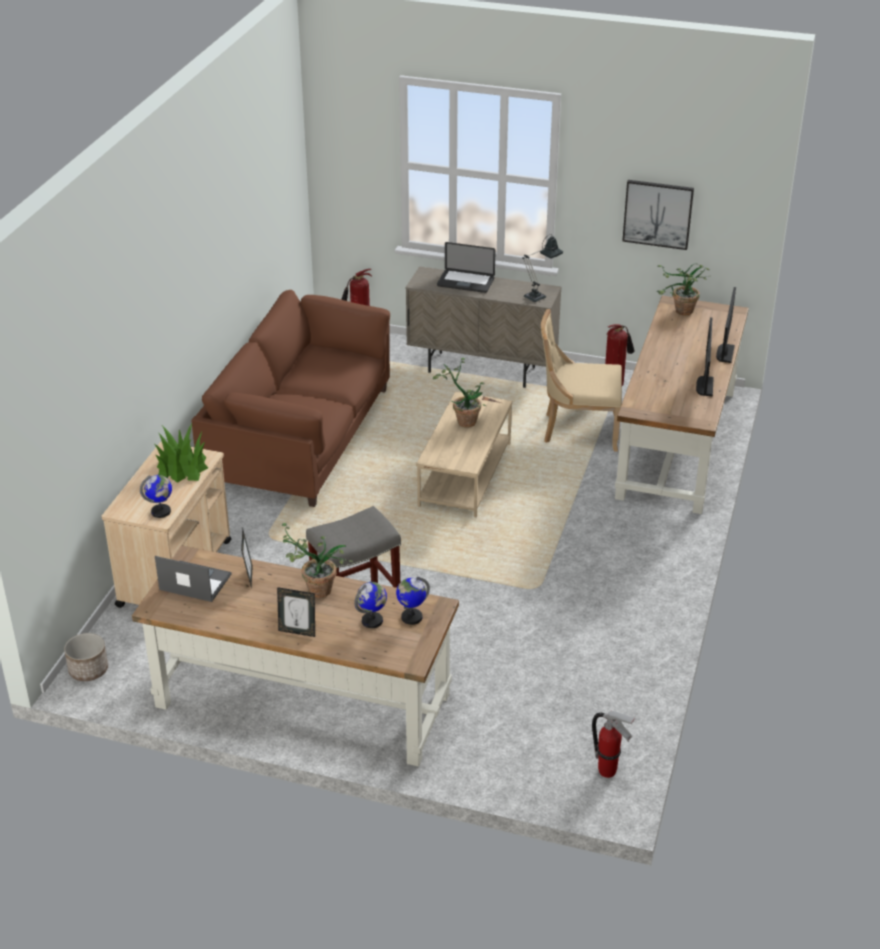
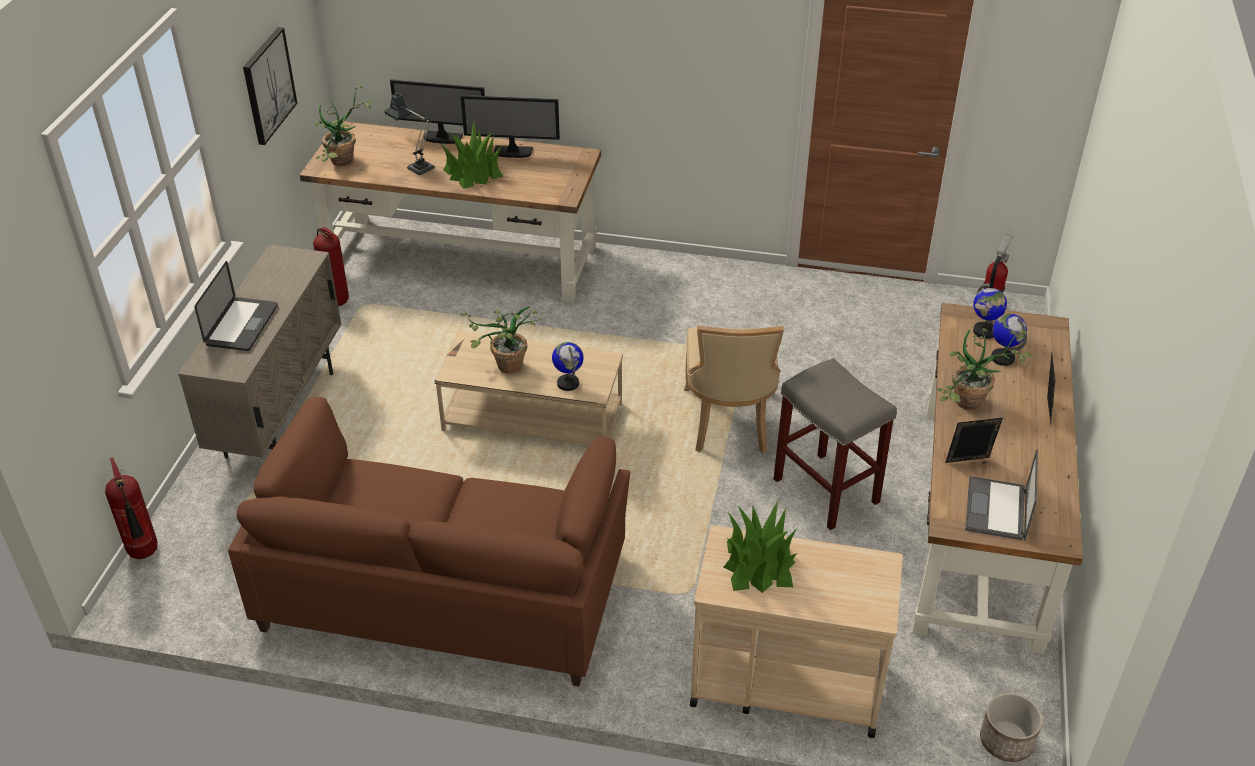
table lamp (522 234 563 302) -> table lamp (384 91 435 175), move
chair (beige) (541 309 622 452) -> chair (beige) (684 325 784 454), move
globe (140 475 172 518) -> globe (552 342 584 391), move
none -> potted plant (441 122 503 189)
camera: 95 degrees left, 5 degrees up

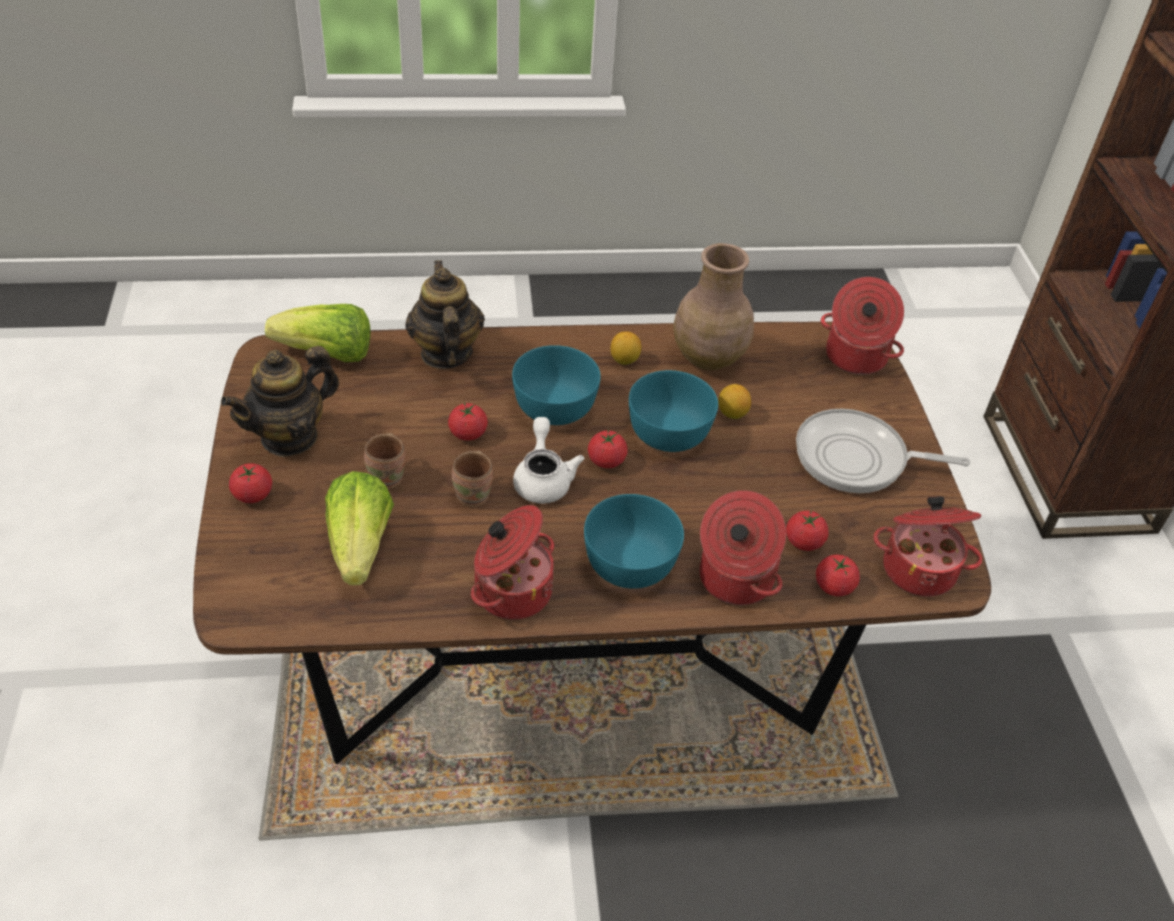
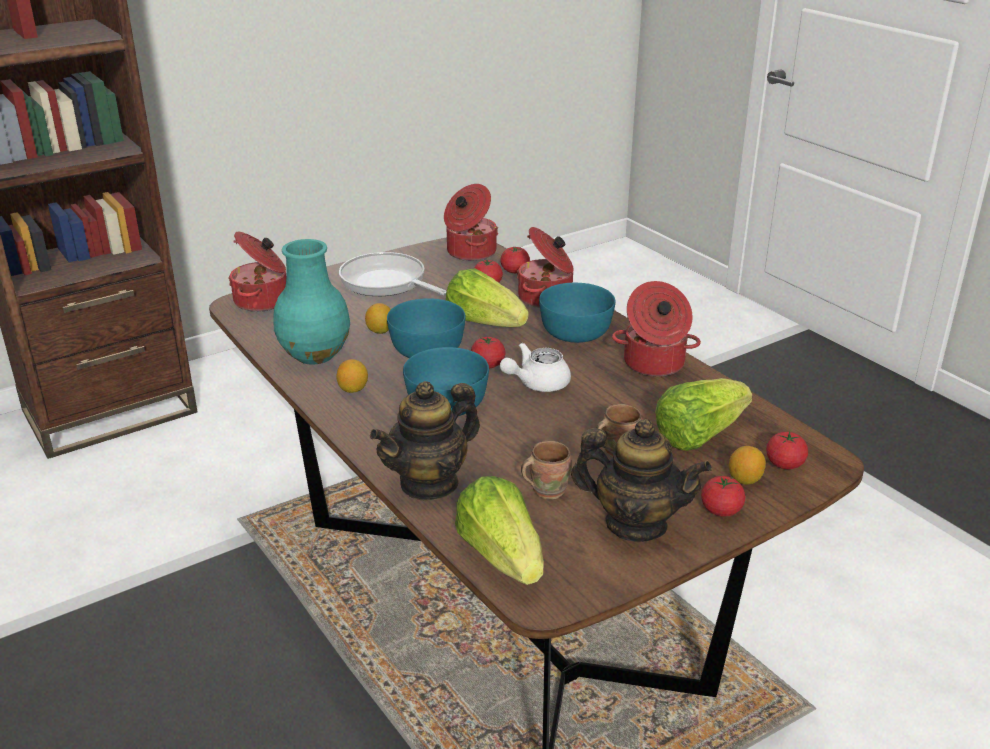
vase (brown) (673 243 754 370) -> vase (turquoise) (273 239 350 365)
tomato (448 403 488 441) -> tomato (766 432 808 469), move
frying pan (796 409 971 493) -> frying pan (339 252 447 296), 150 degrees clockwise
mug (brown) (452 451 493 506) -> mug (brown) (521 441 571 500), move
none -> lettuce (446 268 528 327)
none -> lemon (729 446 766 485)
camera: 115 degrees left, 15 degrees down

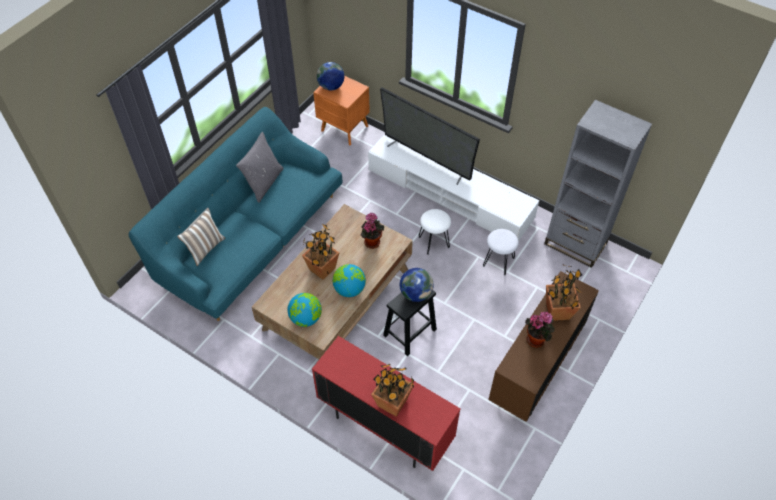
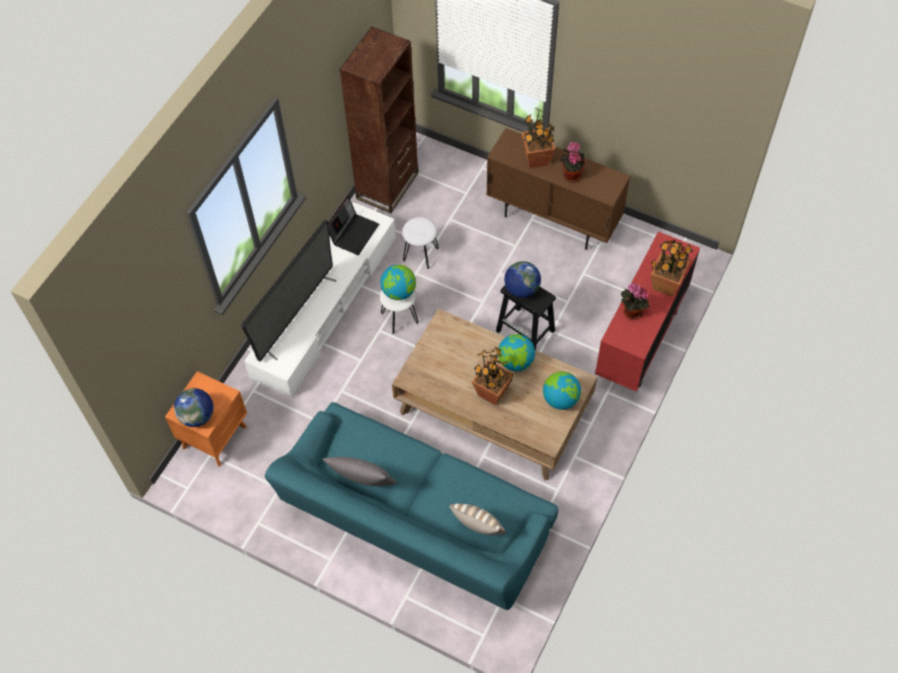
bookcase (grey) (544 100 652 268) -> bookcase (brown) (340 26 419 213)
potted plant (361 212 384 249) -> potted plant (621 283 649 320), move
none -> laptop (328 196 379 255)
none -> globe (380 265 416 300)
camera: 95 degrees left, 5 degrees up

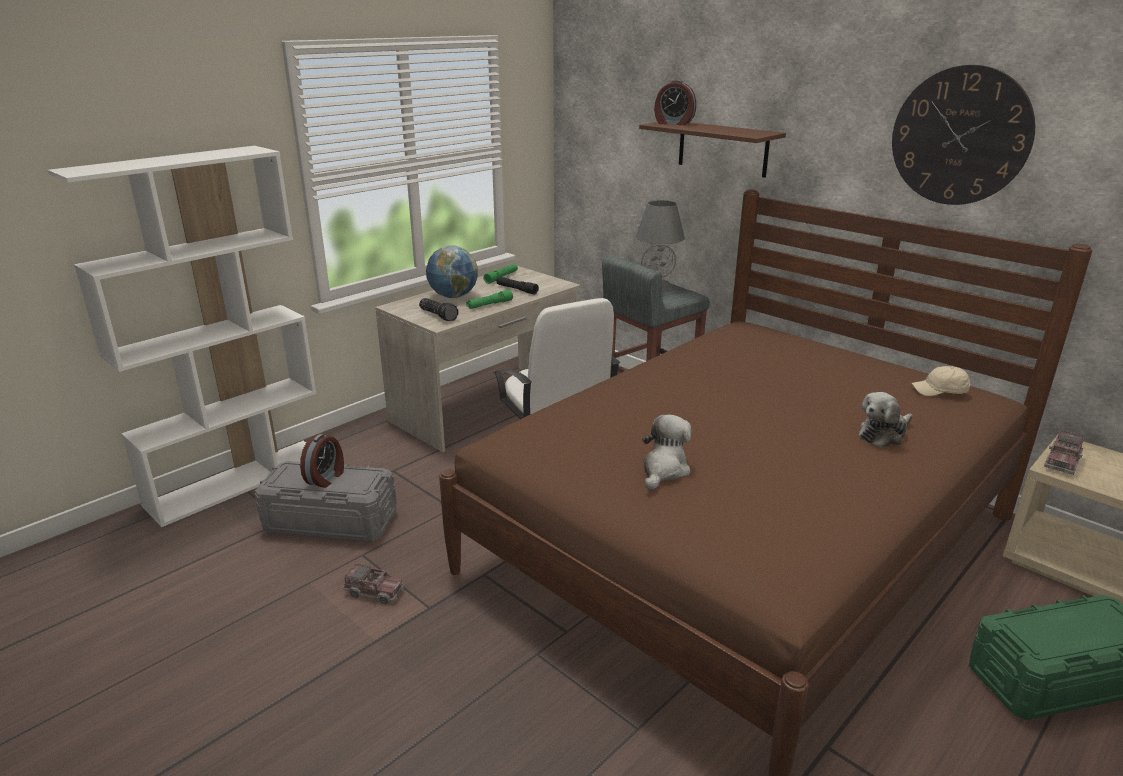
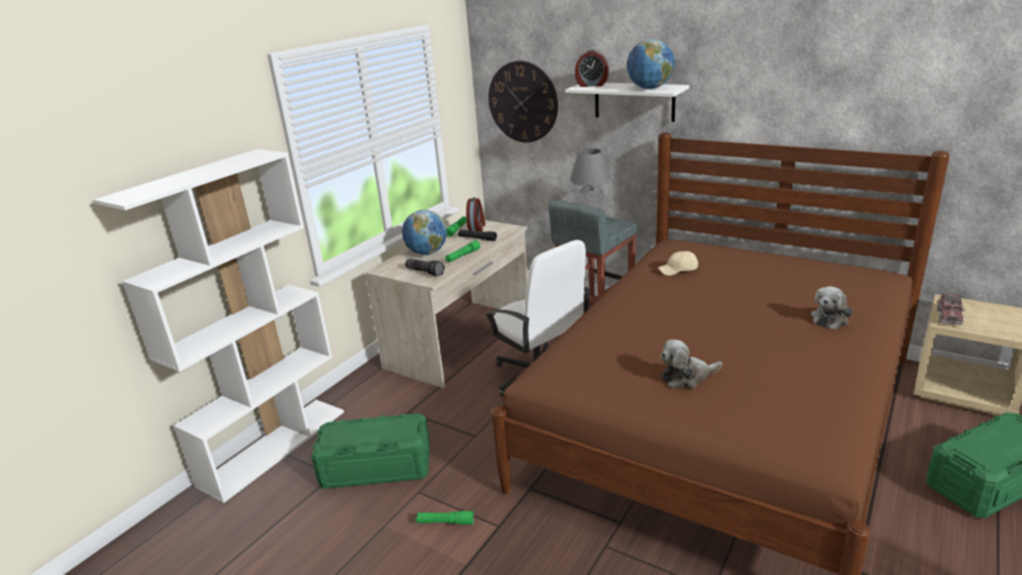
wall clock (892 65 1035 205) -> wall clock (488 61 558 143), move
shelf (brown) (639 122 786 178) -> shelf (white) (565 83 689 122)
cap (beige) (911 366 970 396) -> cap (beige) (658 251 698 276), move
plush toy (642 415 691 490) -> plush toy (660 339 722 388), 120 degrees counterclockwise
alarm clock (300 434 344 488) -> alarm clock (466 197 486 231), move
storage box (grey) (255 461 397 542) -> storage box (green) (311 413 430 489)
toy truck (342 564 404 604) -> flashlight (green) (416 511 474 525)
none -> globe (627 39 675 89)
camera: 10 degrees left, 0 degrees up

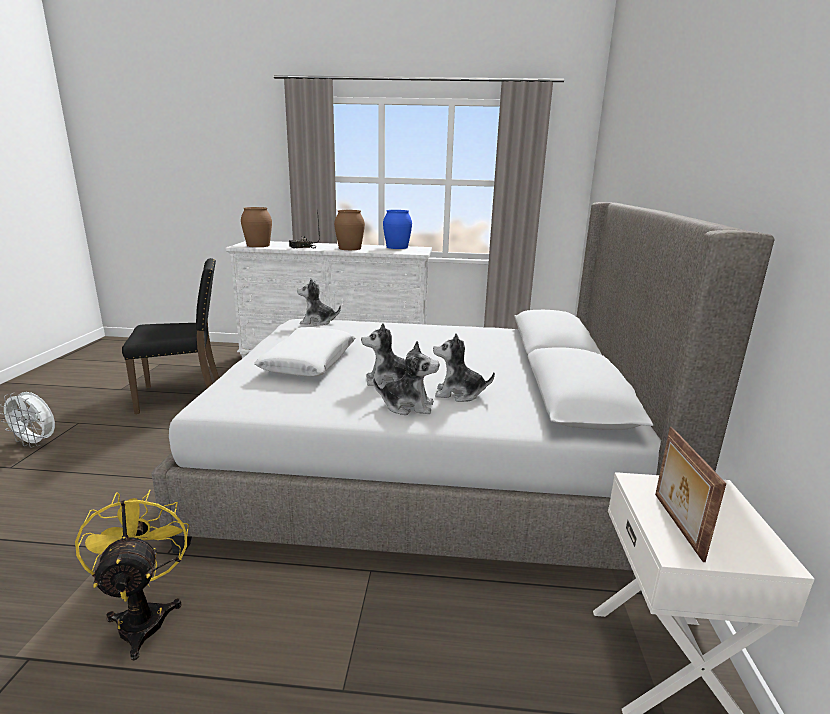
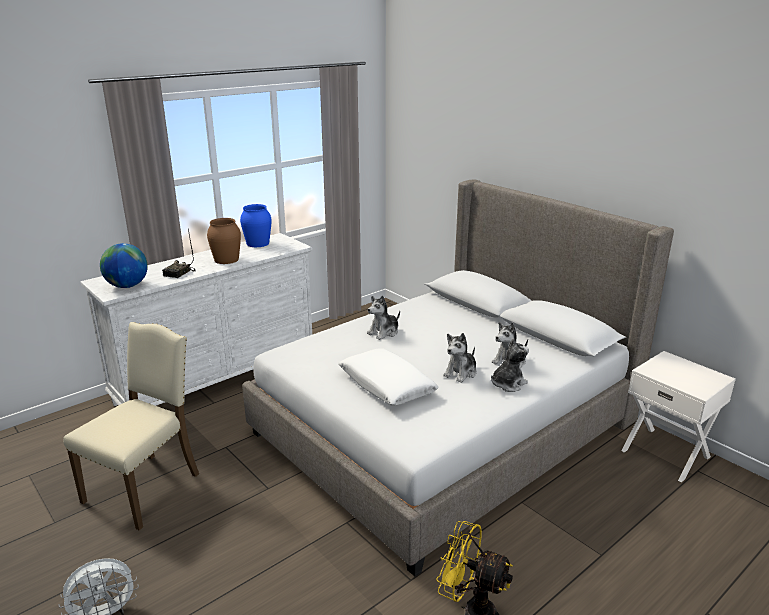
vase (brown) (241 207 272 247) -> globe (100 243 148 288)
chair (black) (122 258 219 414) -> chair (beige) (63 322 199 530)
plush toy (297 278 341 326) -> plush toy (367 295 400 340), move
picture frame (655 427 726 562) -> none
camera: 45 degrees left, 5 degrees up

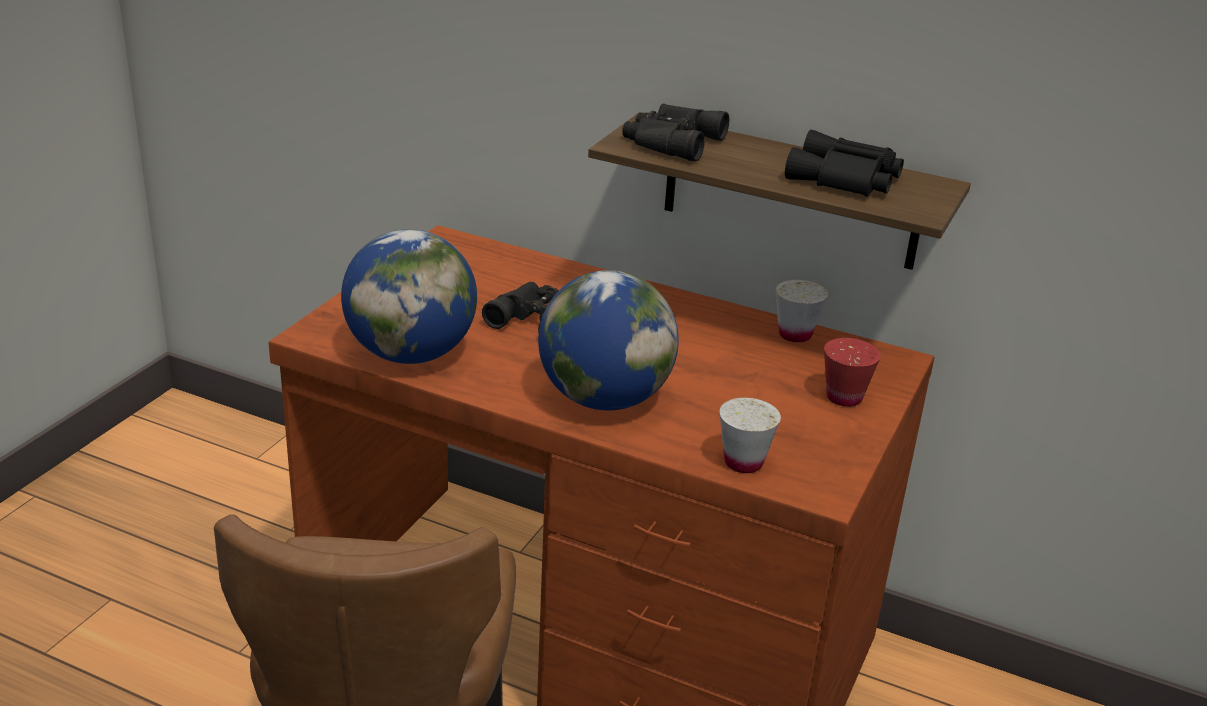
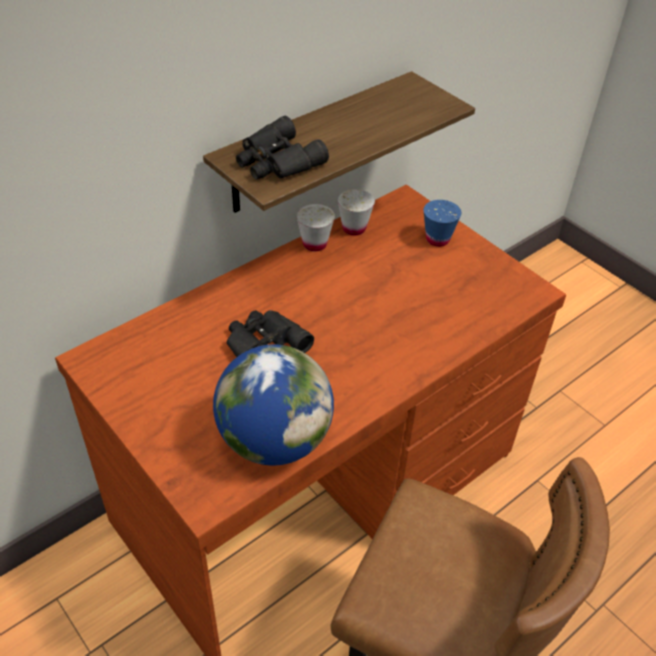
binoculars (black) (785 130 904 197) -> none
globe (538 270 679 411) -> none
cup (red) (824 338 881 407) -> cup (blue) (424 200 461 247)
cup (white) (719 398 781 473) -> cup (white) (296 204 335 252), move
camera: 65 degrees left, 15 degrees up

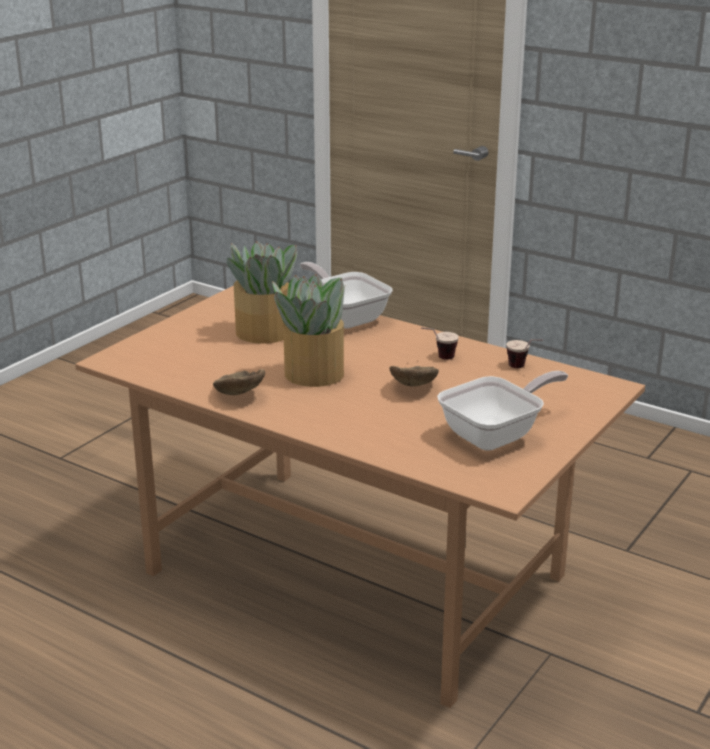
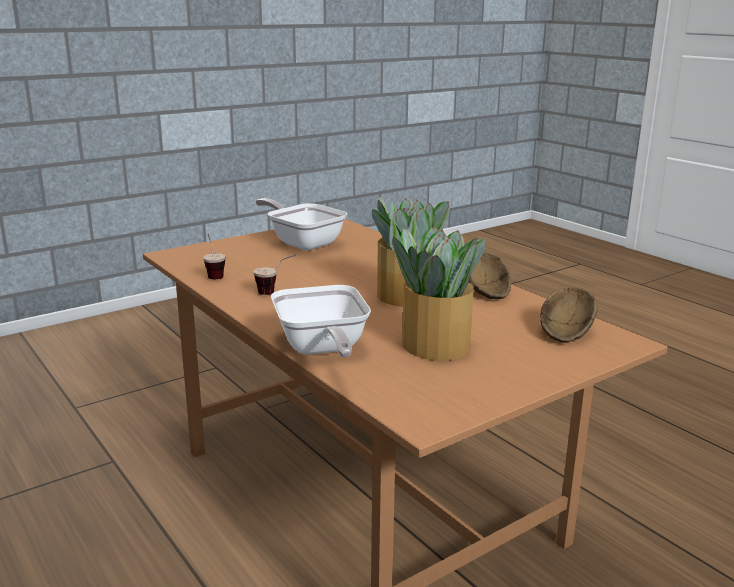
bowl (brown) (390 366 439 386) -> bowl (brown) (540 288 597 343), move
frying pan (437 371 568 451) -> frying pan (256 198 347 250), 60 degrees clockwise
camera: 160 degrees left, 5 degrees down

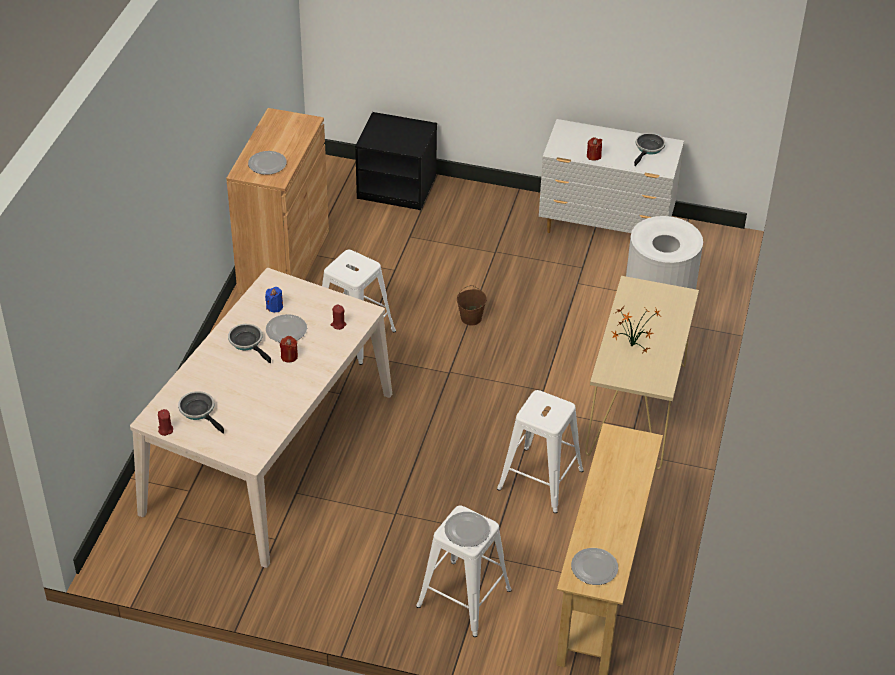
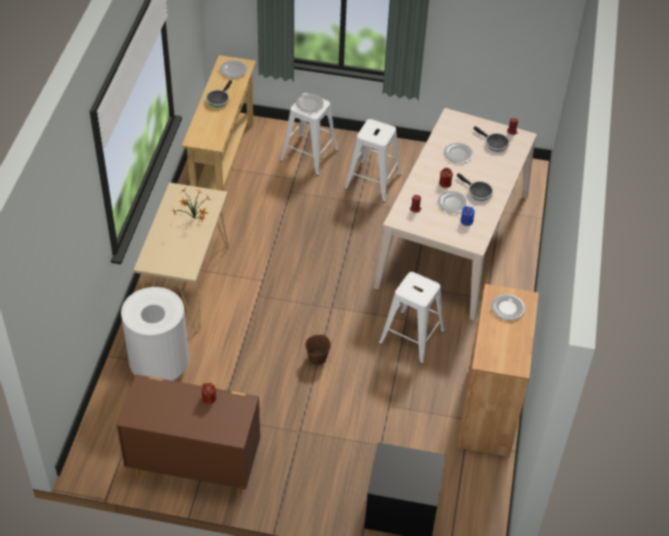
dresser (white) (539 119 684 233) -> dresser (brown) (117 374 260 495)
frying pan (634 133 666 166) -> frying pan (206 80 232 108), move
stool (white) (497 390 584 513) -> stool (white) (344 119 401 202), move
none -> plate (444 143 473 163)
camera: 175 degrees right, 5 degrees up

